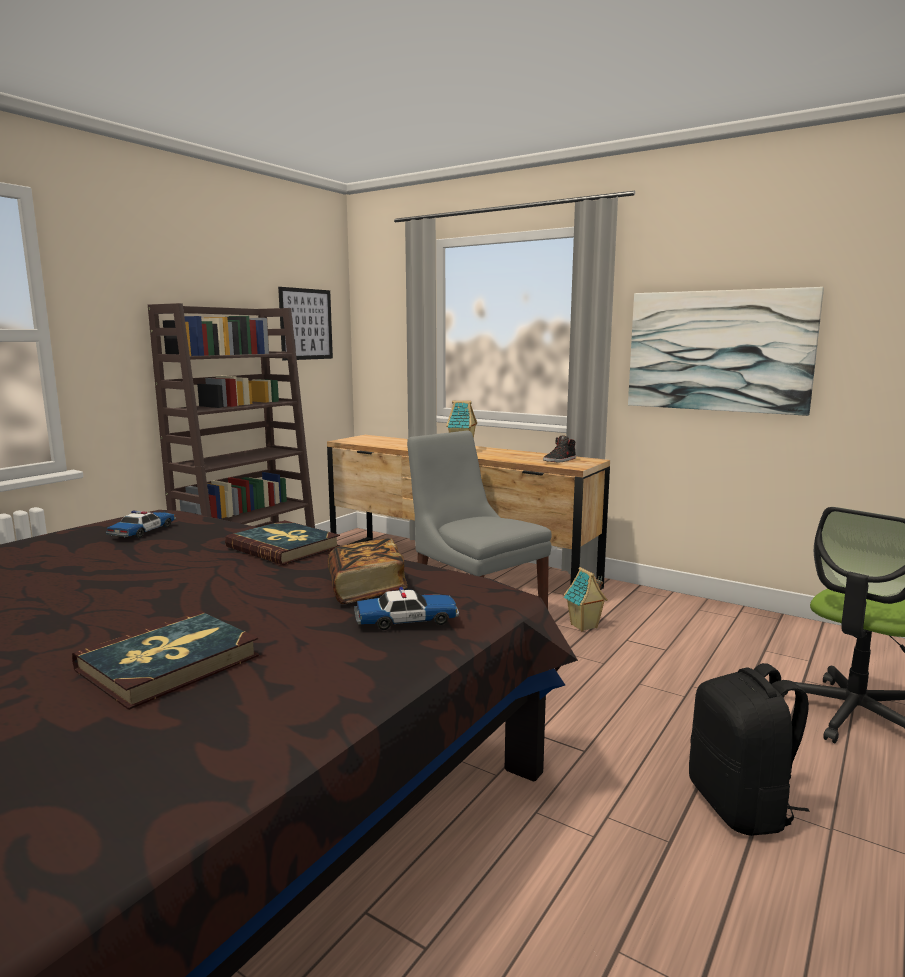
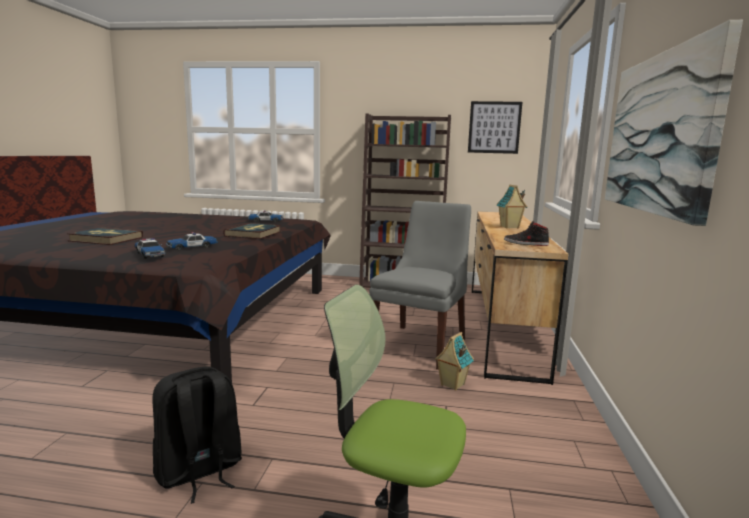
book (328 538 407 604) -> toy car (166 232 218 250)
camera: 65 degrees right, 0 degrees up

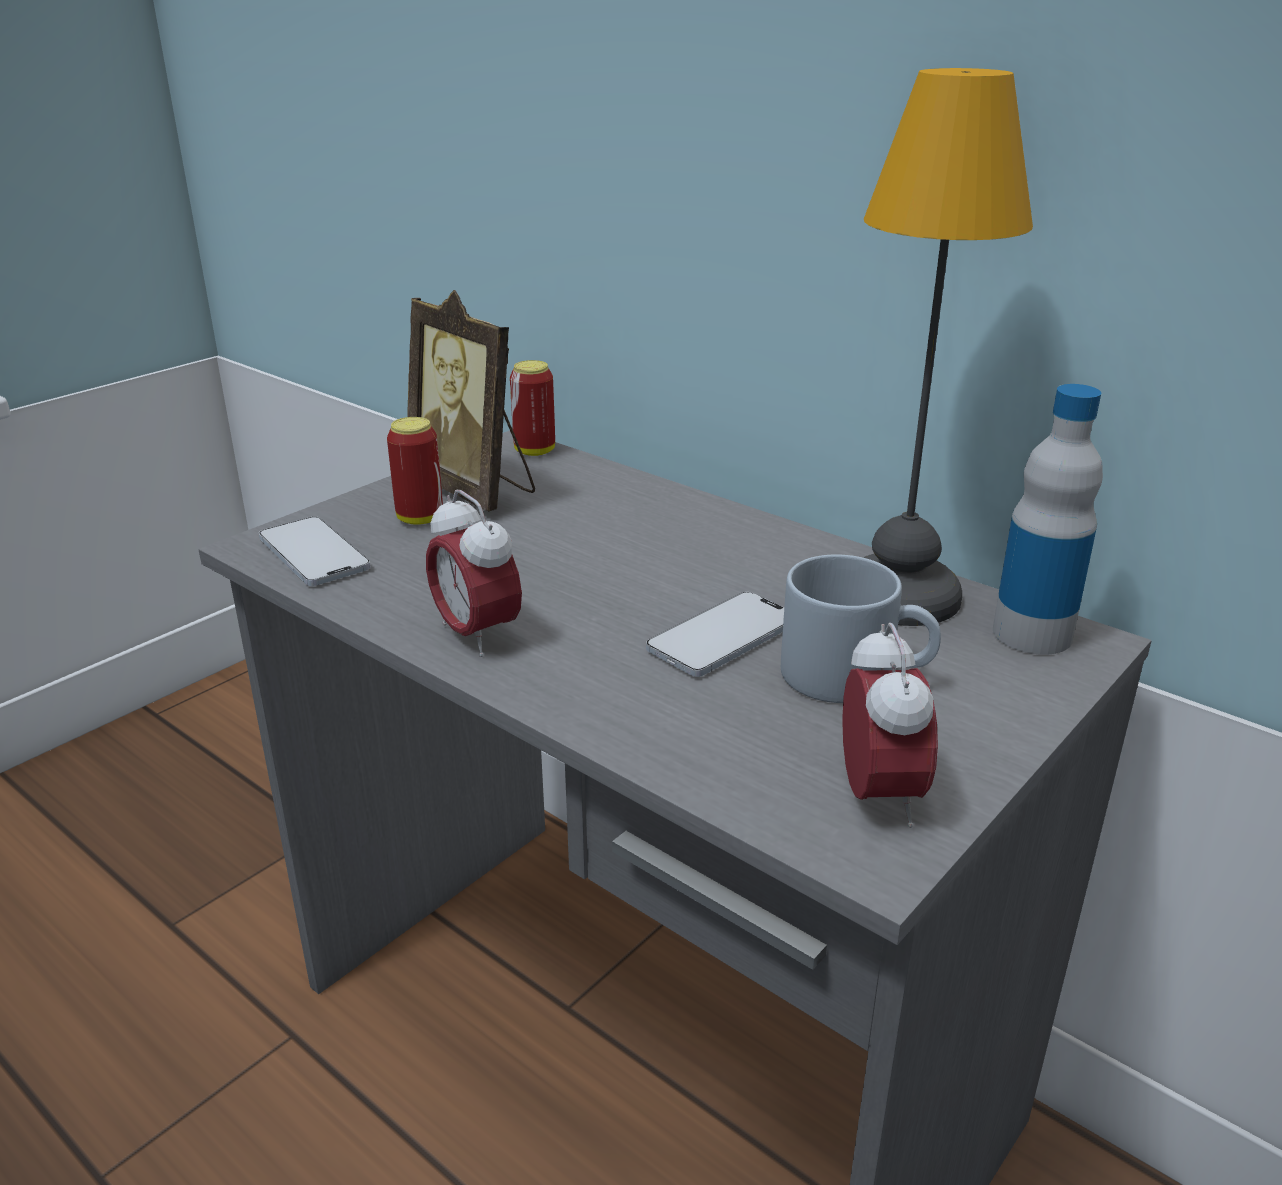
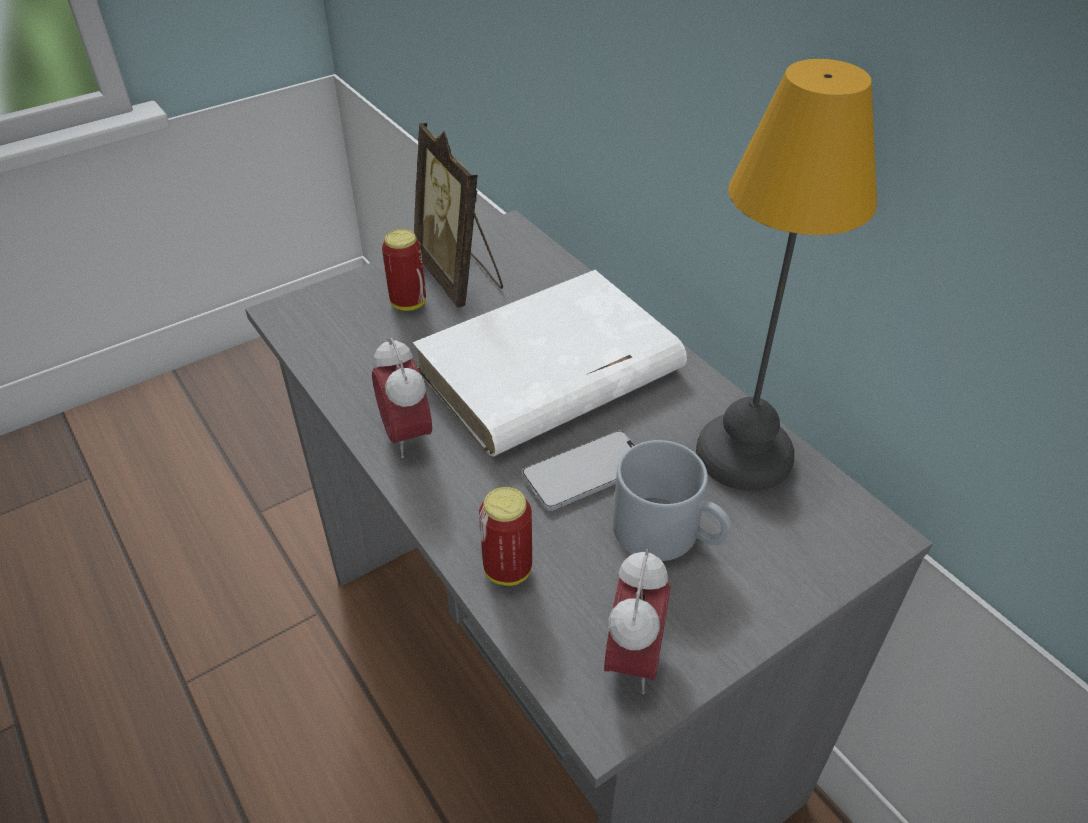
can (510 360 555 456) -> can (479 487 532 586), move
bottle (993 384 1103 655) -> none
phone (259 516 371 586) -> none
none -> book (white) (412 270 687 457)
camera: 15 degrees right, 15 degrees up

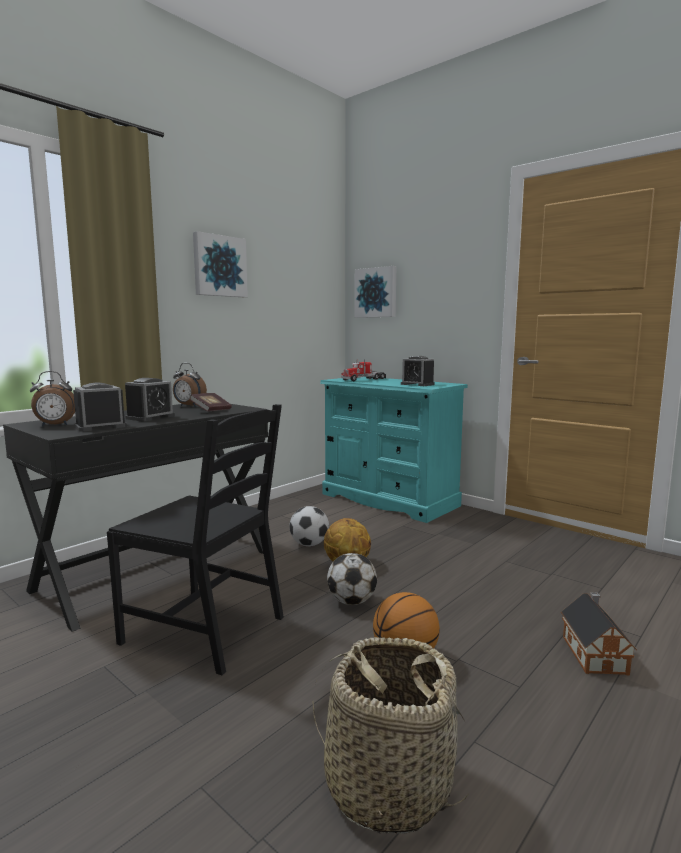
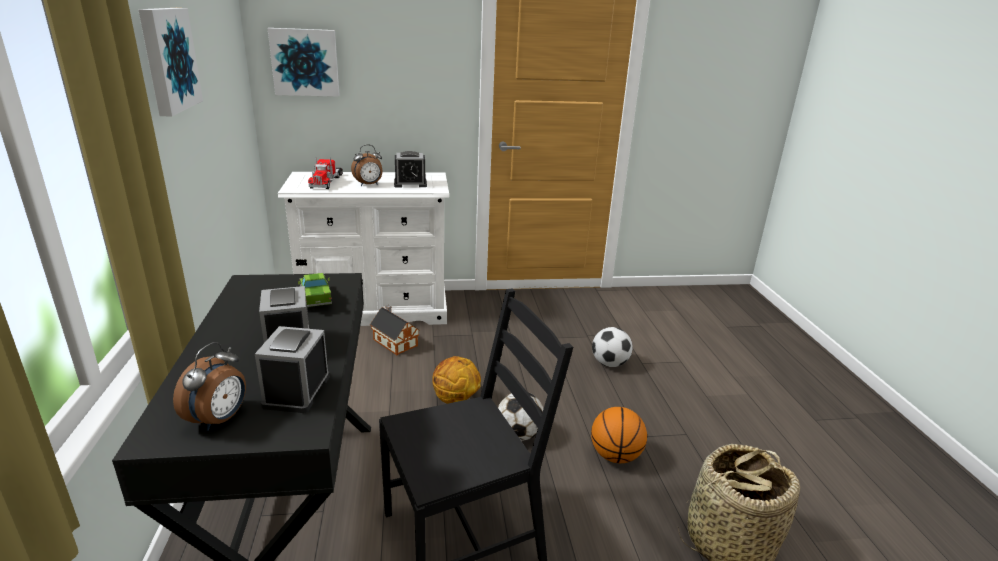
alarm clock (173 363 207 407) -> alarm clock (351 145 382 186), move
dresser (turquoise) (320 377 468 523) -> dresser (white) (278 172 449 326)
book (190 393 232 412) -> toy car (green) (298 273 332 307)
football (290 506 329 546) -> football (592 327 633 367), move
toy house (561 592 637 675) -> toy house (370 305 420 355), move
camera: 50 degrees left, 15 degrees up

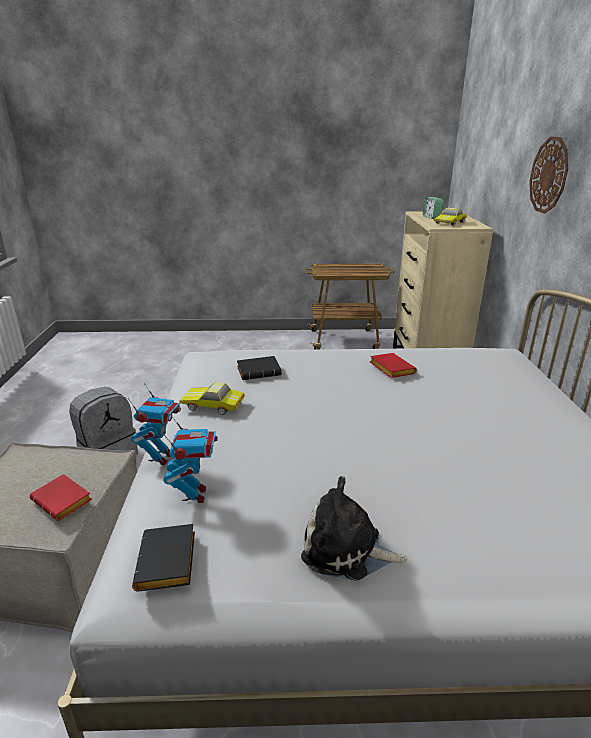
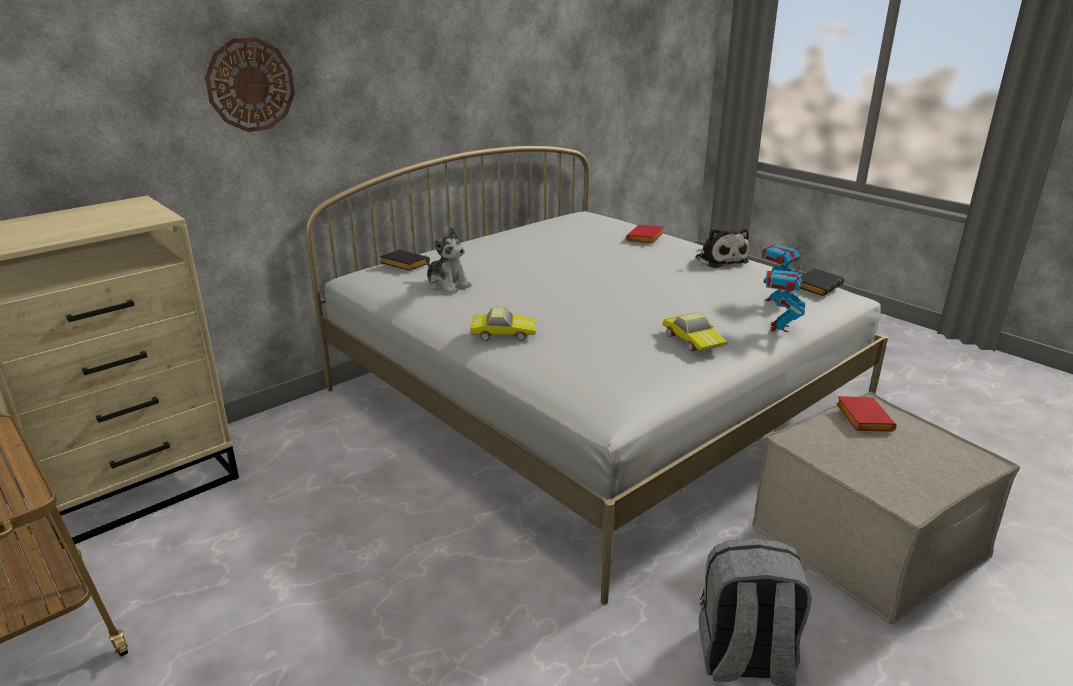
alarm clock (423 197 443 219) -> none
toy car (434 208 467 226) -> toy car (470 307 536 341), move
book (red) (370 353 417 378) -> book (red) (626 225 664 243), move
book (black) (237 356 282 380) -> book (black) (380 250 430 271), move
toy robot (128 383 181 465) -> toy robot (763 260 806 332), 45 degrees counterclockwise
none -> plush toy (425 227 472 294)
camera: 130 degrees left, 0 degrees up

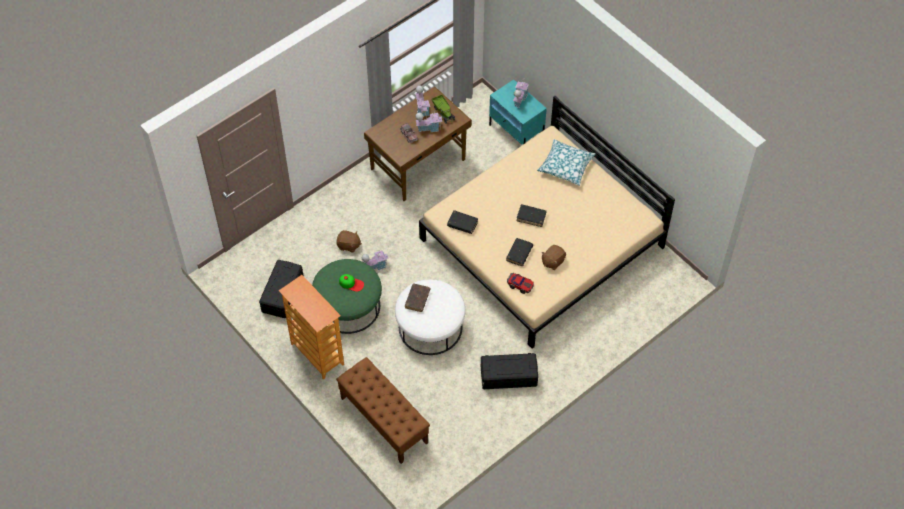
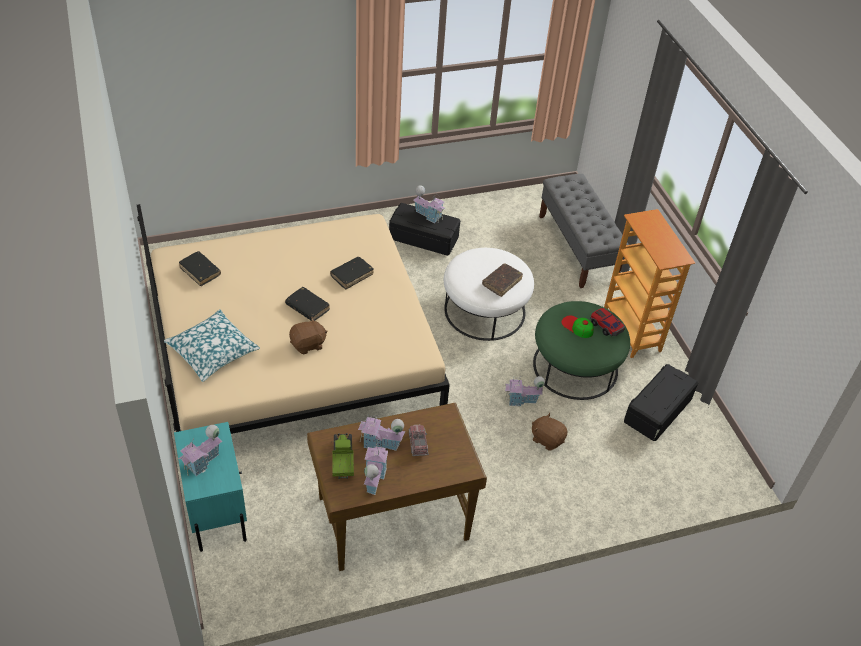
book (black) (447 210 478 234) -> book (black) (179 251 221 286), move
plush toy (brown) (542 245 566 270) -> plush toy (brown) (289 317 328 354), move
toy car (507 273 534 294) -> toy car (590 308 625 336), move
bench (brown) (336 357 430 464) -> bench (grey) (539 174 629 288)
none -> toy house (413 185 445 223)
camera: 160 degrees left, 10 degrees down

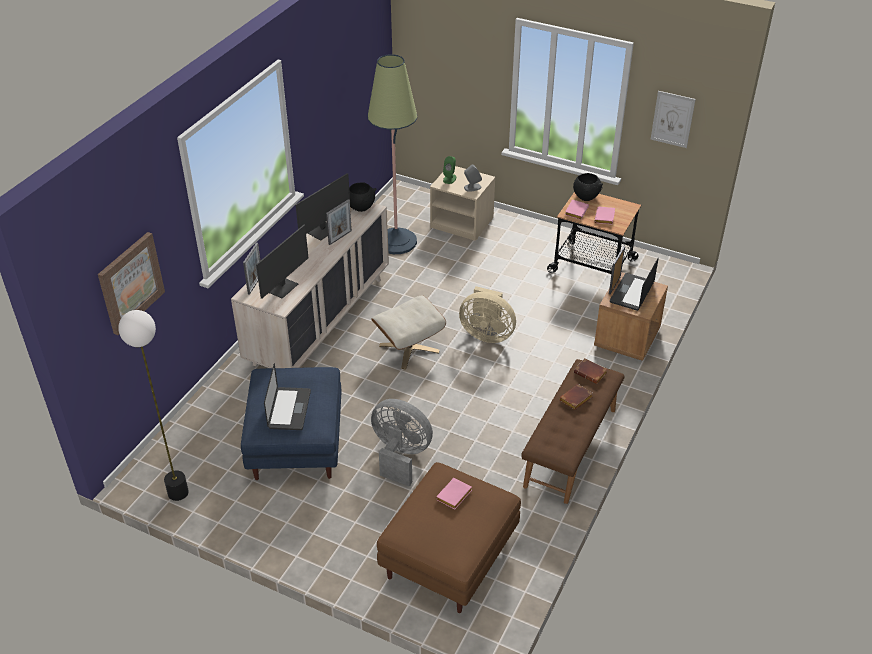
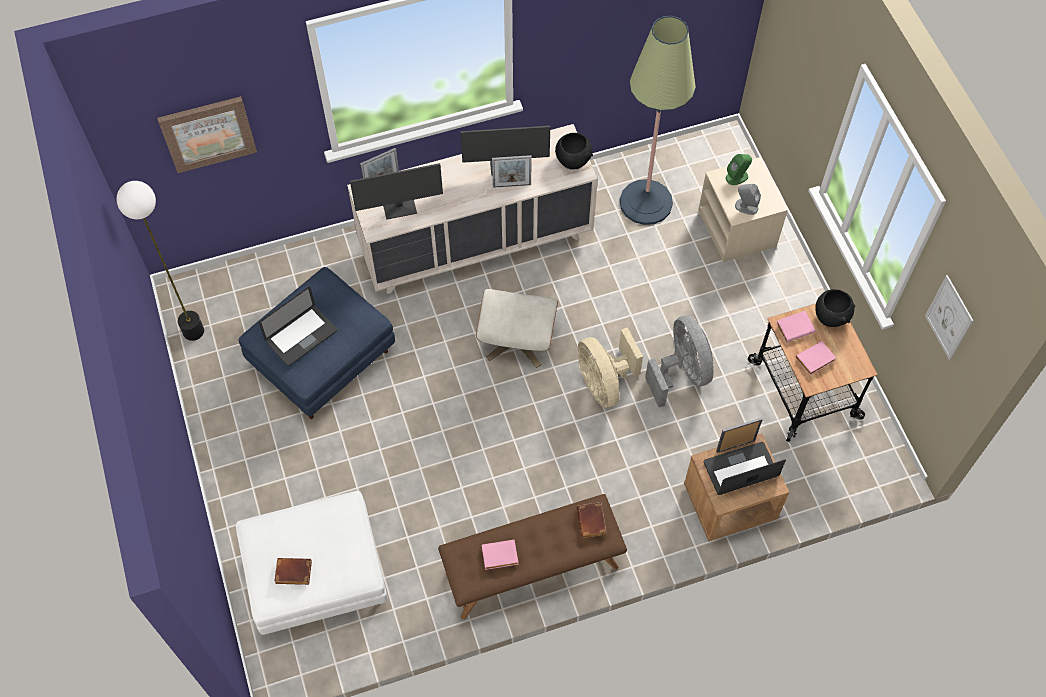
book (brown) (559 384 593 410) -> book (brown) (274 558 312 585), move
fan (grey) (371 399 433 487) -> fan (grey) (645 315 714 407), move
ottoman (brown) (377 462 521 613) -> ottoman (white) (236 491 388 635)
book (pink) (436 478 472 509) -> book (pink) (482 540 519 570), move
camera: 45 degrees right, 20 degrees up

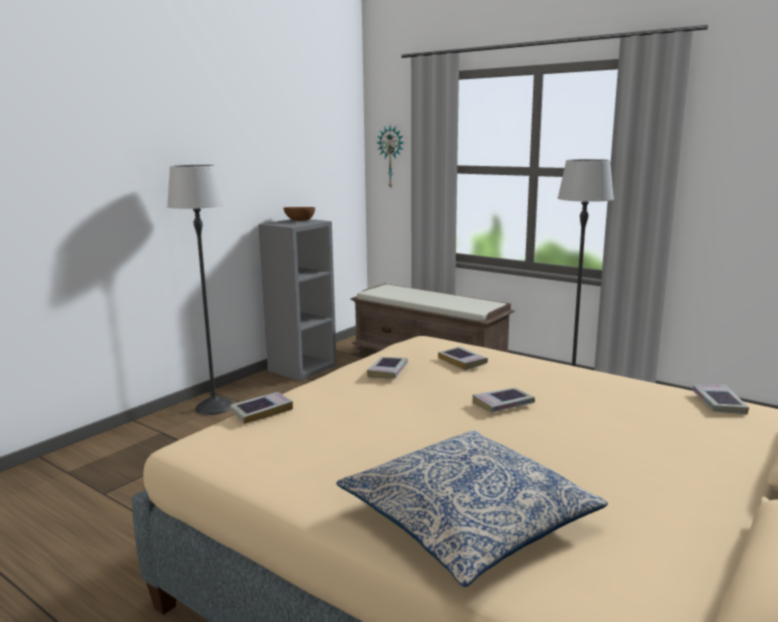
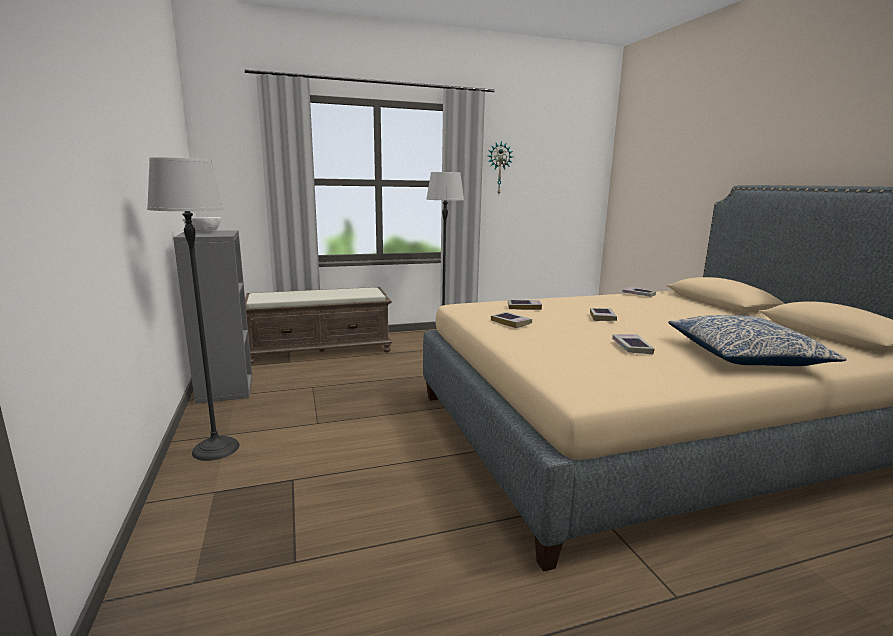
wall clock (377 126 404 189) -> wall clock (488 141 513 194), move
bowl (brown) (283 207 315 221) -> bowl (white) (182 217 221 232)
book (230 392 293 424) -> book (612 334 655 354), move
camera: 55 degrees left, 0 degrees up

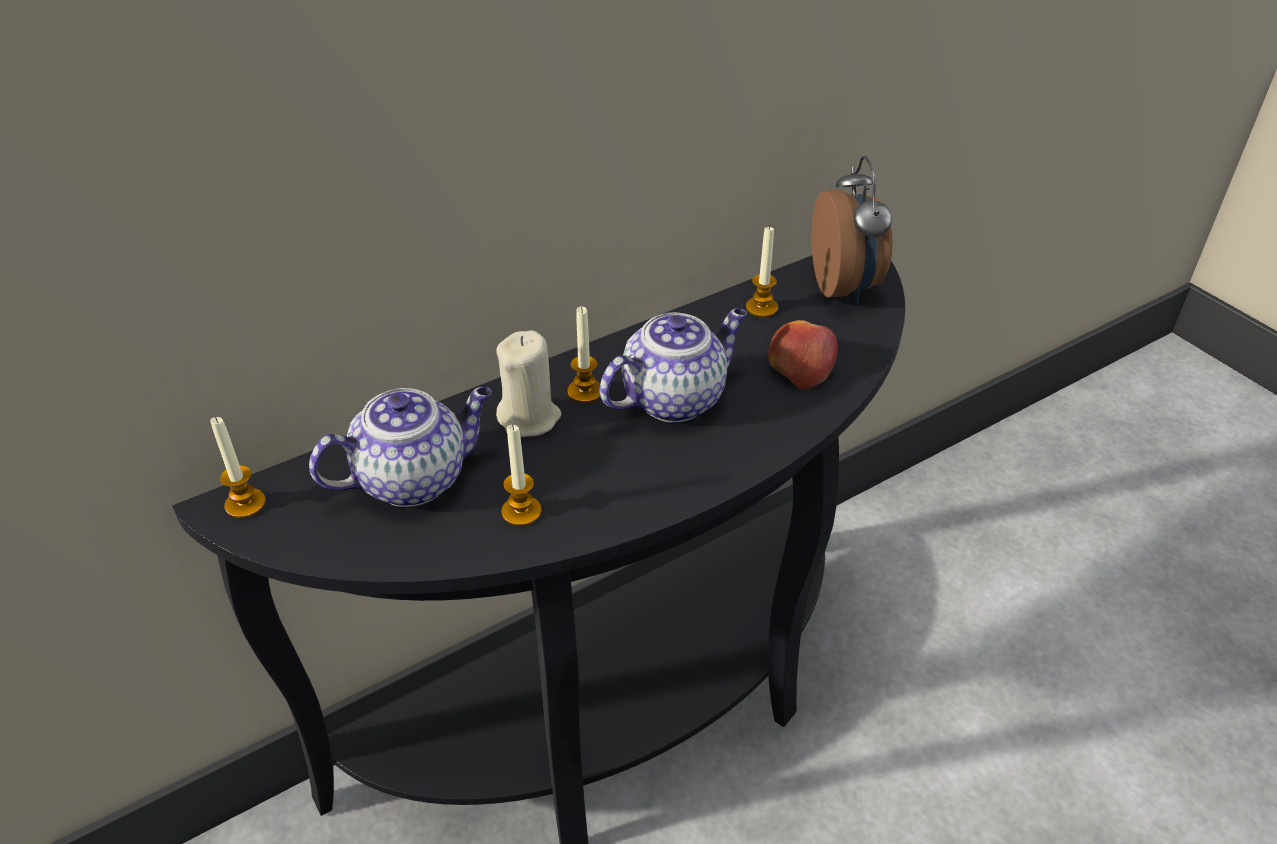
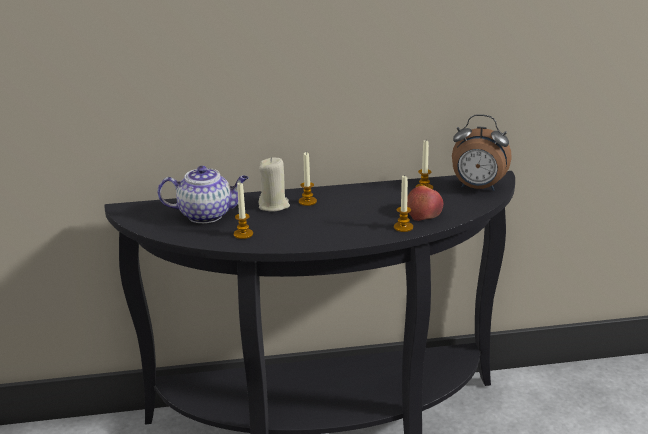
alarm clock (812 156 893 303) -> alarm clock (452 114 512 191), 90 degrees clockwise
teapot (600 308 747 423) -> none
candle (210 417 266 518) -> candle (394 176 413 232), move
camera: 25 degrees right, 15 degrees down

